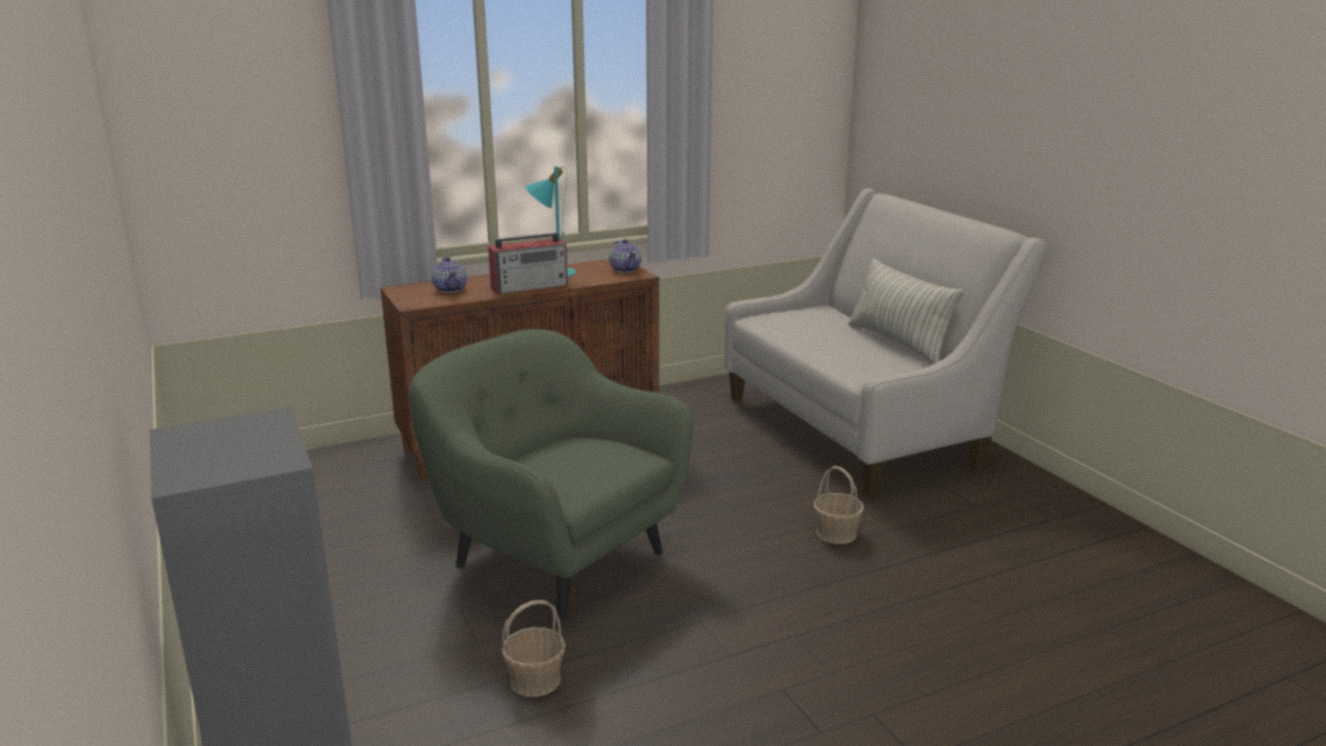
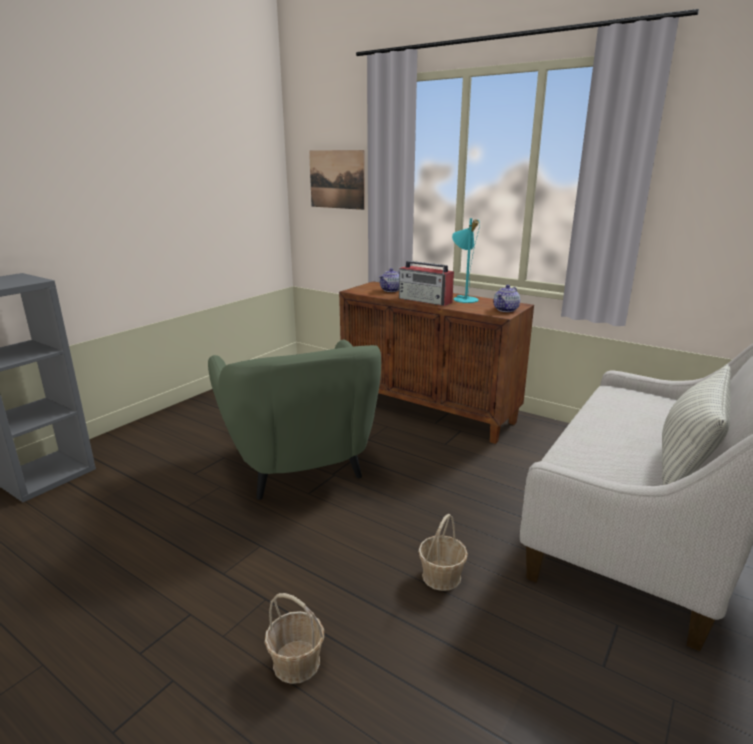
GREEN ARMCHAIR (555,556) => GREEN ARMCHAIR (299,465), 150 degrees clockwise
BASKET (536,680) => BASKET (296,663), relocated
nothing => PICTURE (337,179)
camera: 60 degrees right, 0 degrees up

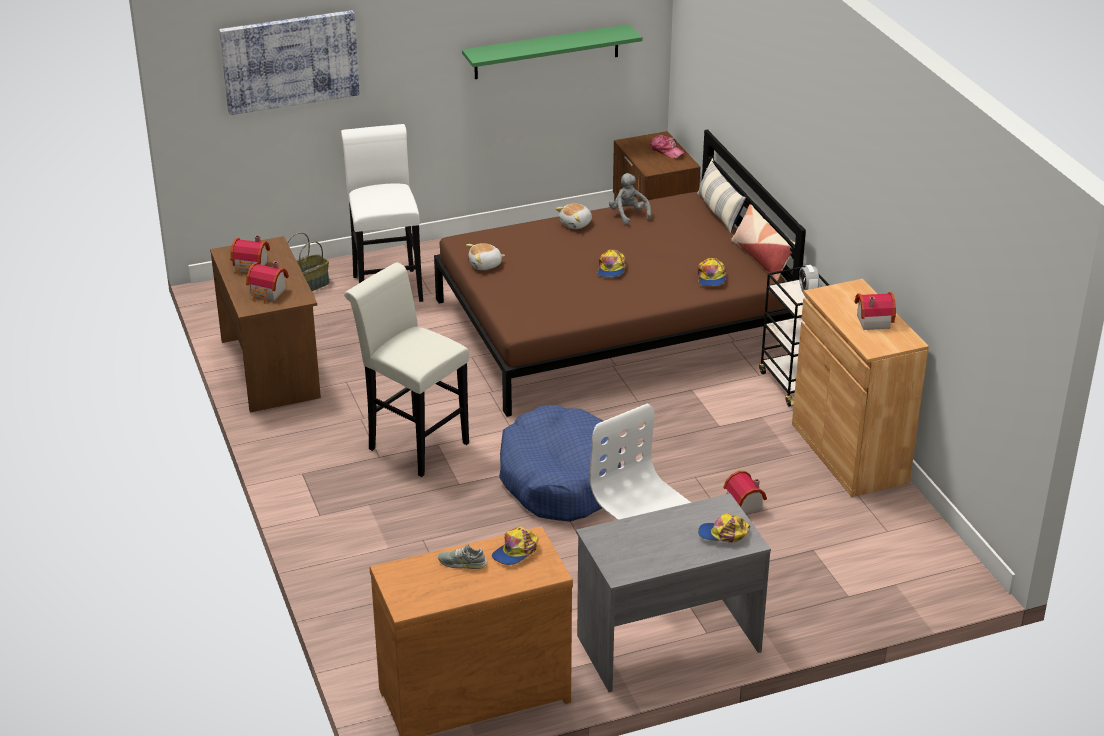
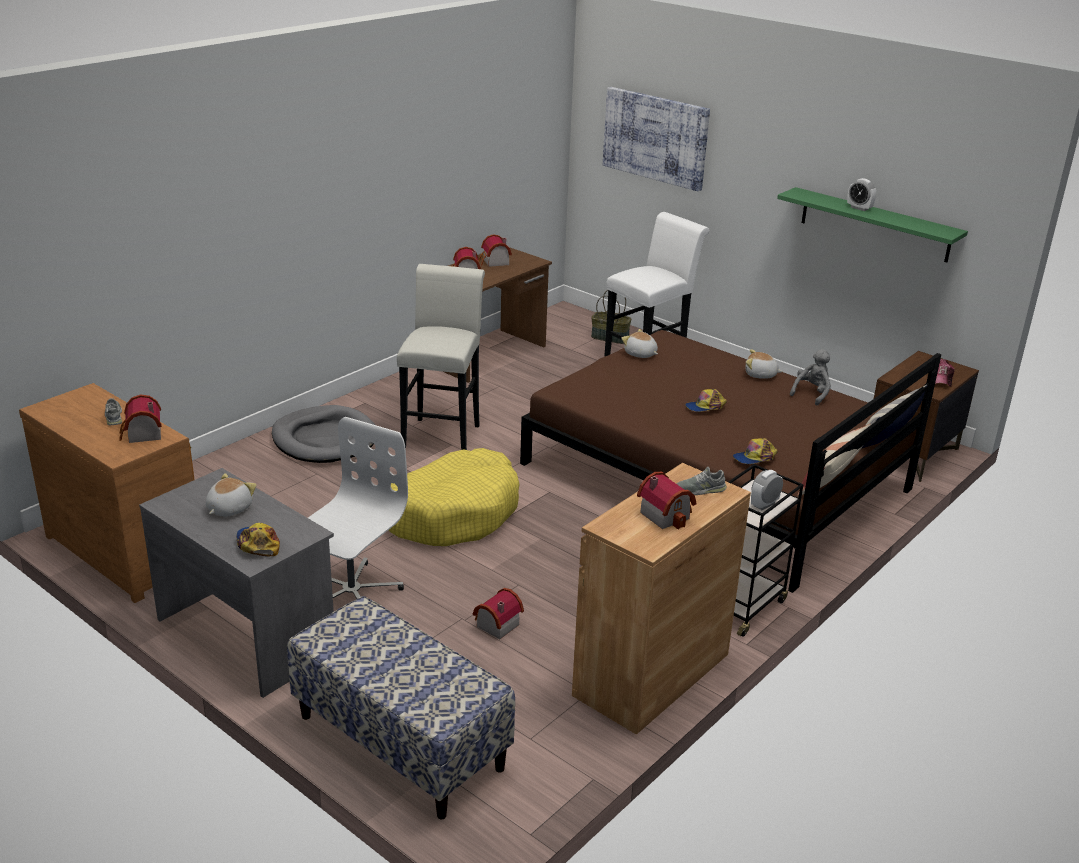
CAP (516,551) => TOY HOUSE (142,434)
BLUE DOG BED (560,479) => YELLOW DOG BED (452,513)
nothing => PLUSH TOY (228,508)
nothing => GREY DOG BED (325,439)
nothing => BENCH (399,742)
nothing => GREY SHOE (700,489)
nothing => ALARM CLOCK (859,208)
camera: 60 degrees right, 5 degrees down

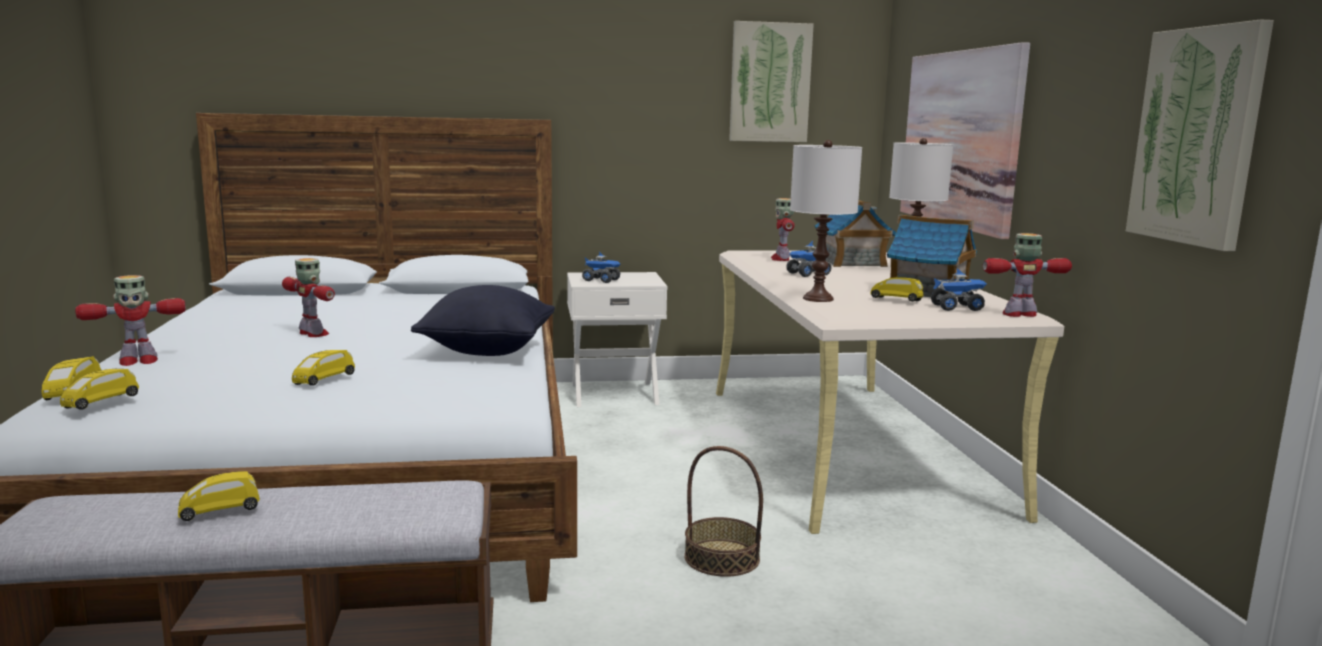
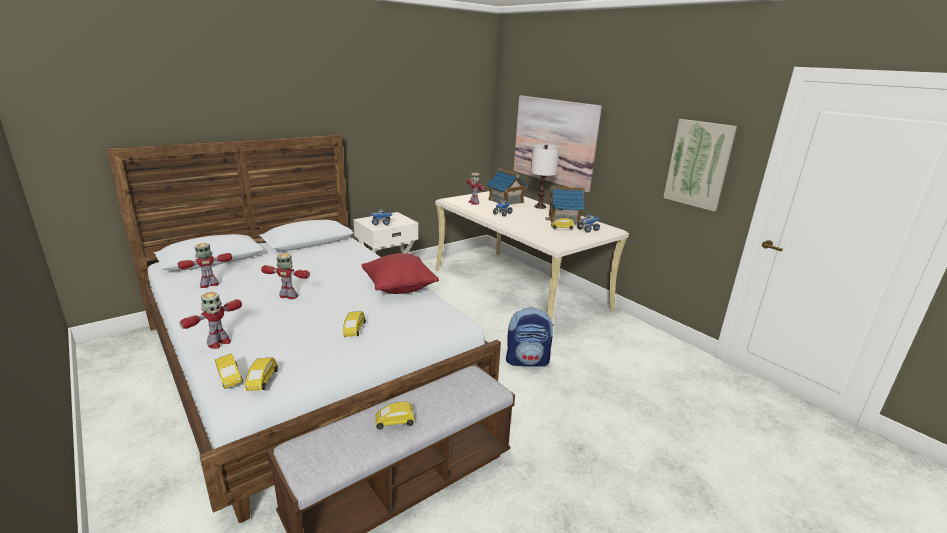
YELLOW TOY CAR (220,512) => YELLOW TOY CAR (395,423), 45 degrees clockwise
BLACK PILLOW (487,350) => RED PILLOW (399,288)
BASKET (722,558) => BACKPACK (527,361)
PICTURE (770,82) => nothing
WHITE TABLE LAMP (818,299) => nothing
TOY ROBOT (1020,314) => TOY ROBOT (209,285), relocated
camera: 30 degrees left, 10 degrees up

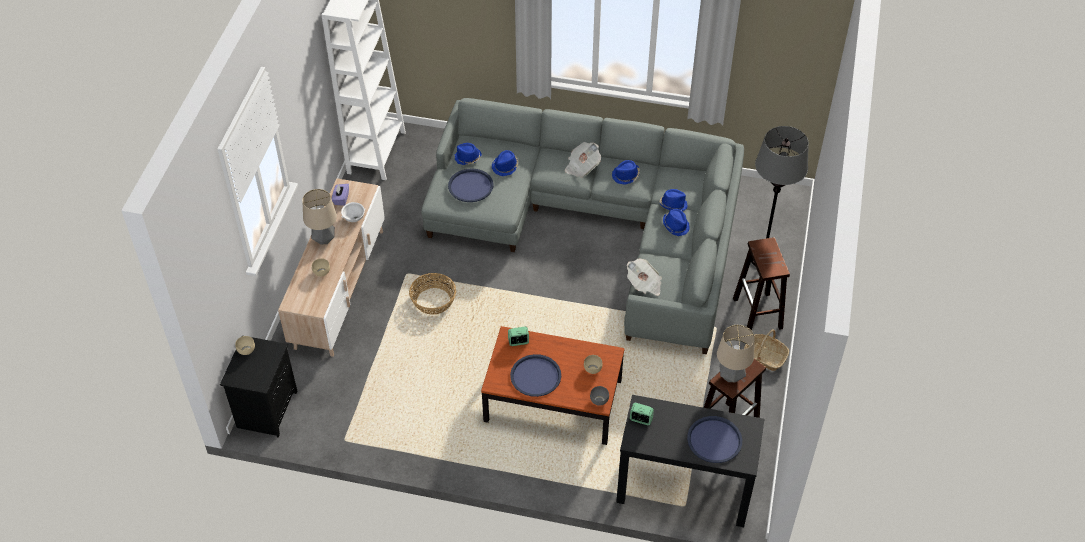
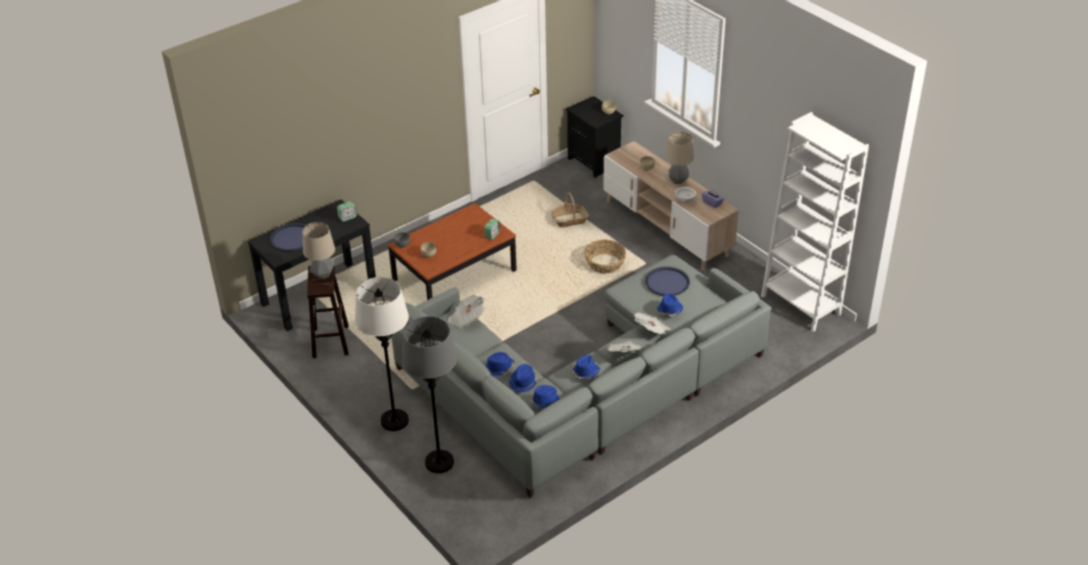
BLUE HAT (467,158) => BLUE HAT (545,402), relocated
BLUE TRAY (535,376) => nothing
BROWN STOOL (758,314) => WHITE FLOOR LAMP (394,421)
BASKET (765,356) => BASKET (570,220), relocated
nothing => NEWSPAPER (652,331)
camera: 130 degrees right, 10 degrees down

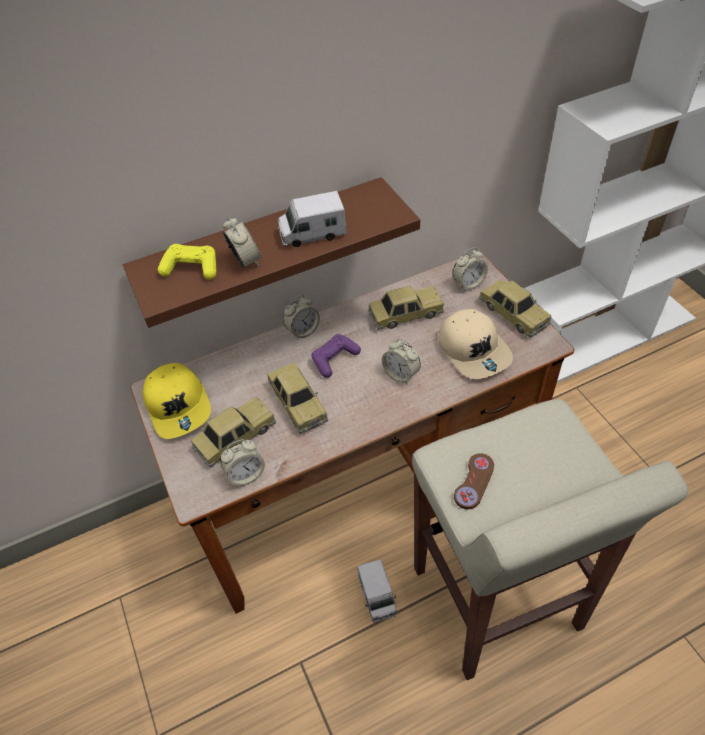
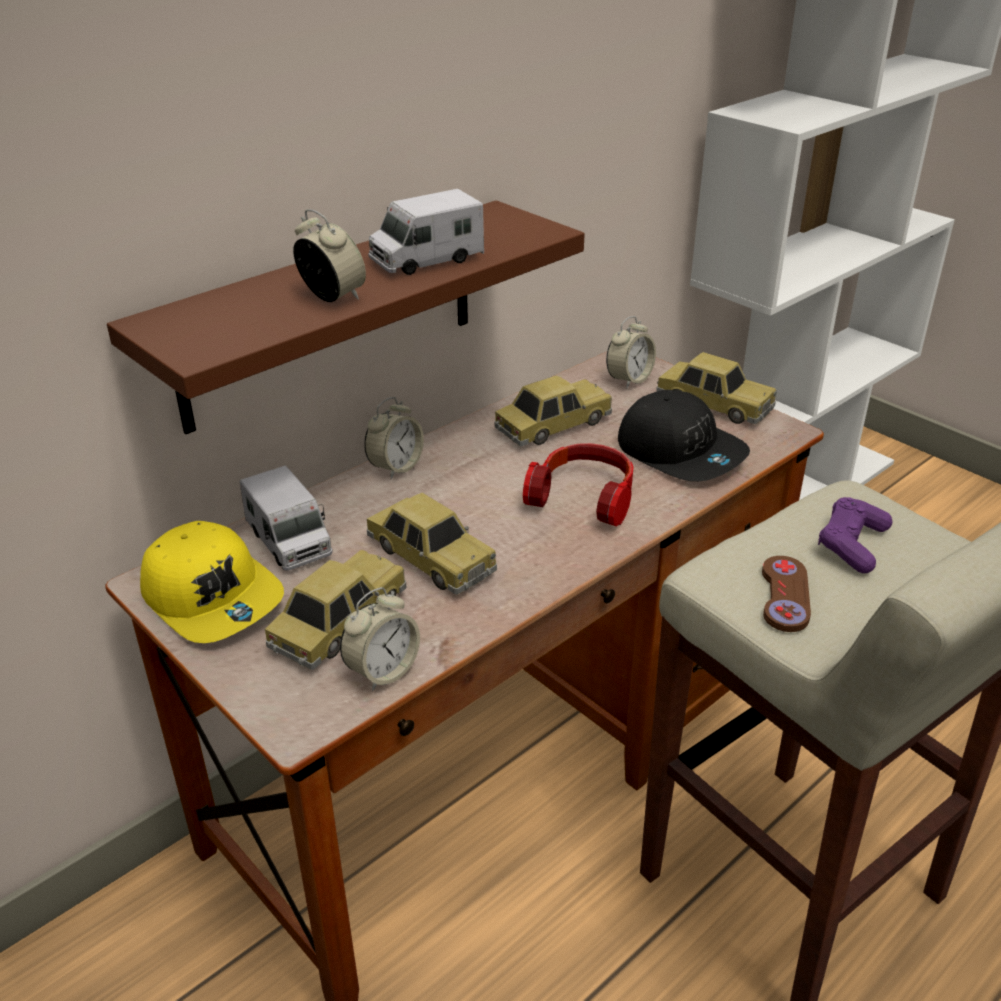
YELLOW GAME CONTROLLER (191,268) => nothing
PURPLE GAME CONTROLLER (334,359) => PURPLE GAME CONTROLLER (852,544), relocated
TOY TRUCK (377,596) => TOY TRUCK (289,541), relocated
ALARM CLOCK (401,374) => HEADPHONES (584,496)
BEIGE CAP (474,350) => BLACK CAP (681,452)
camera: 20 degrees left, 15 degrees down

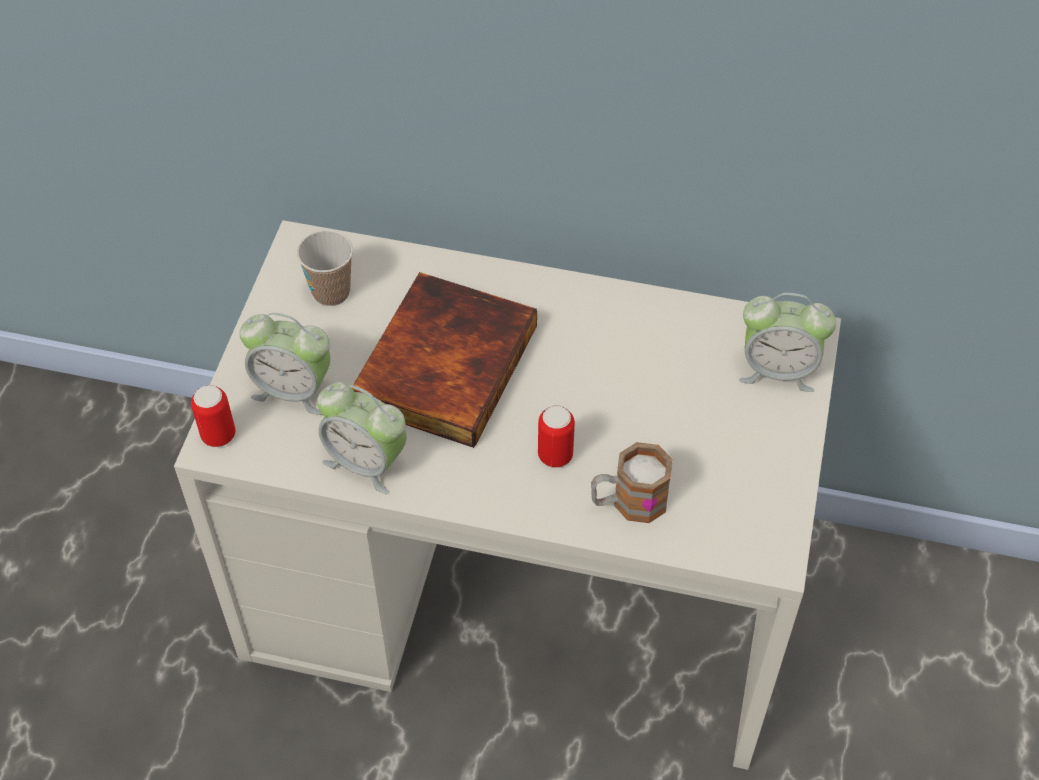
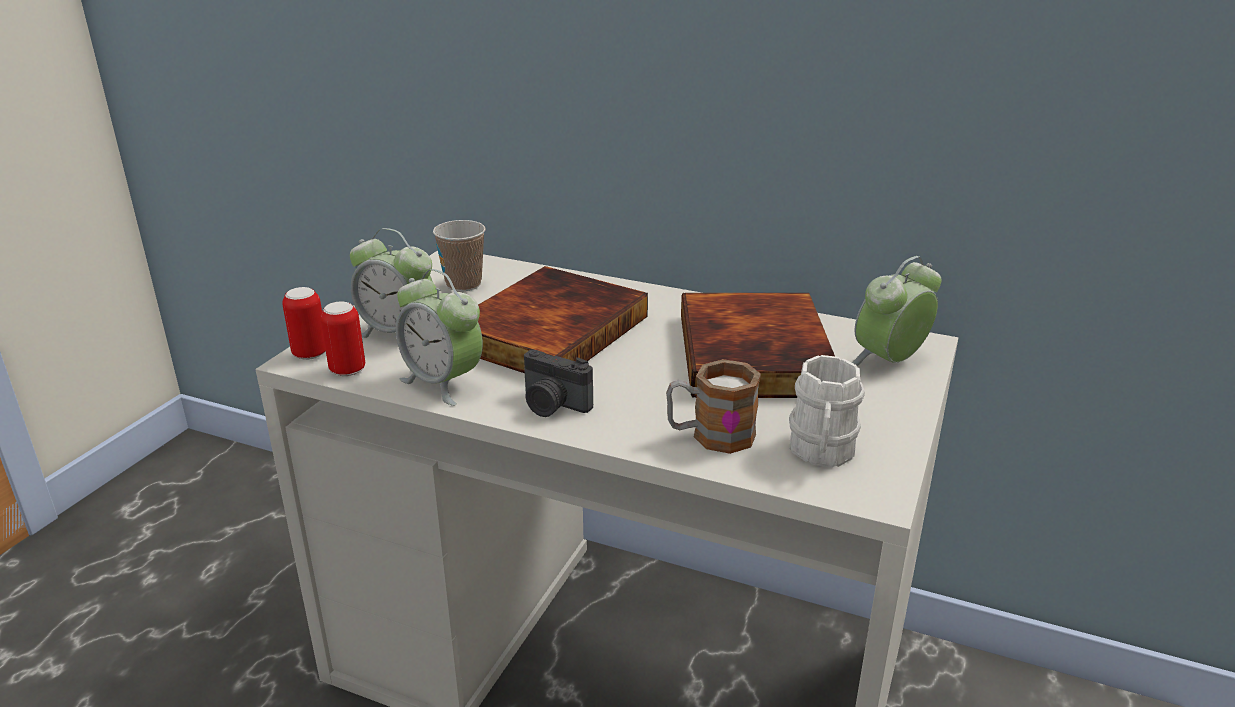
CAN (555,456) => CAN (347,370), relocated
ALARM CLOCK (777,370) => ALARM CLOCK (889,362), 120 degrees clockwise
nothing => PHOTO CAMERA (552,405)
nothing => BOOK (758,354)
nothing => WHITE MUG (821,453)
camera: 10 degrees right, 25 degrees down

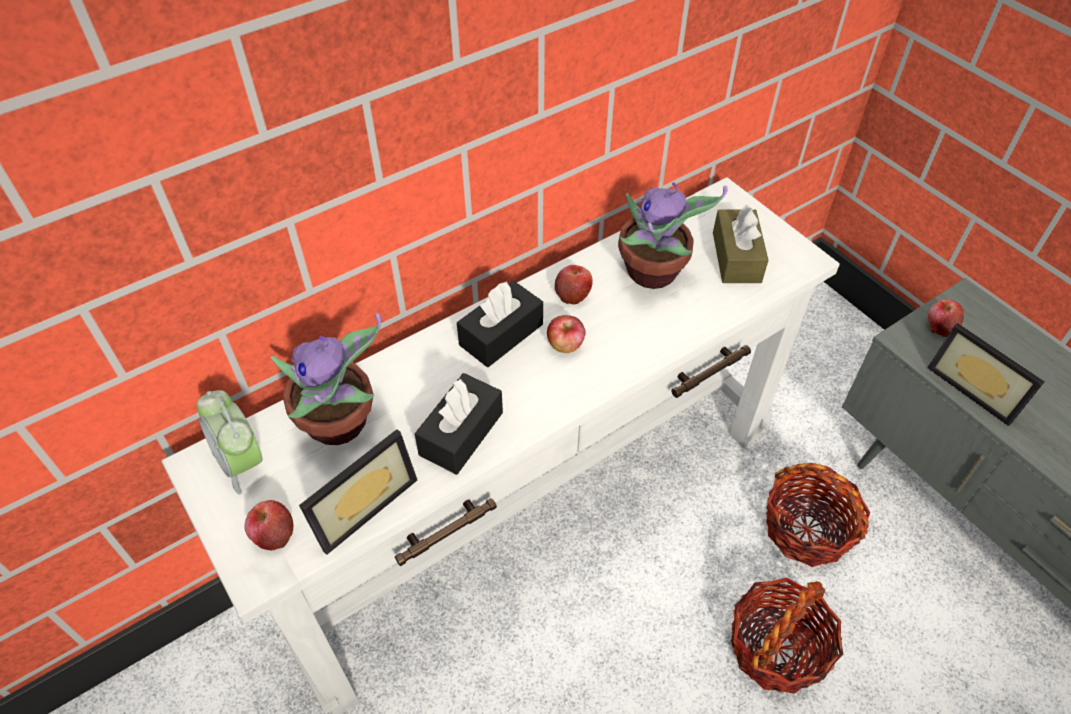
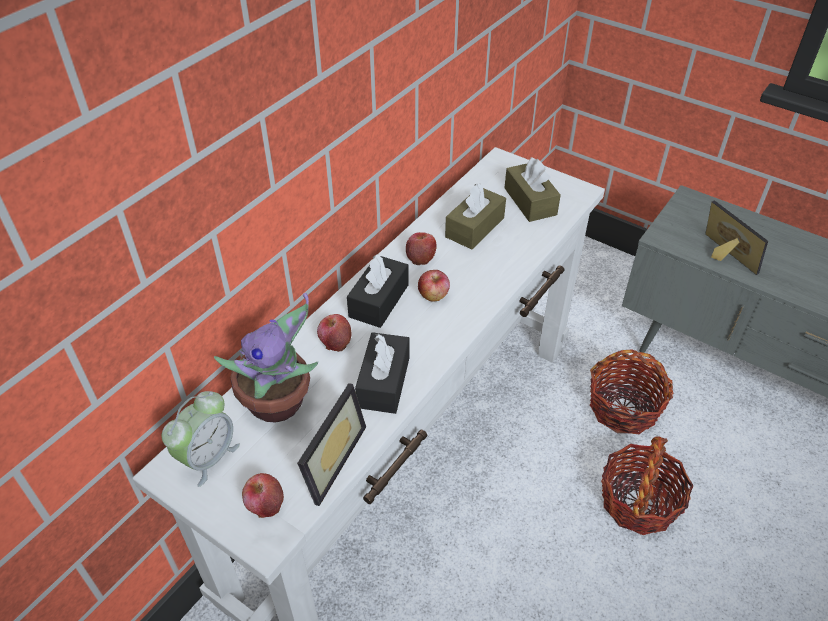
ALARM CLOCK (242,462) => ALARM CLOCK (207,457), 90 degrees counterclockwise
POTTED PLANT (653,274) => BROWN TISSUE BOX (474,227)
APPLE (939,327) => APPLE (335,342), relocated
PICTURE FRAME (976,388) => PICTURE FRAME (722,257), 150 degrees counterclockwise
camera: 20 degrees left, 5 degrees down

